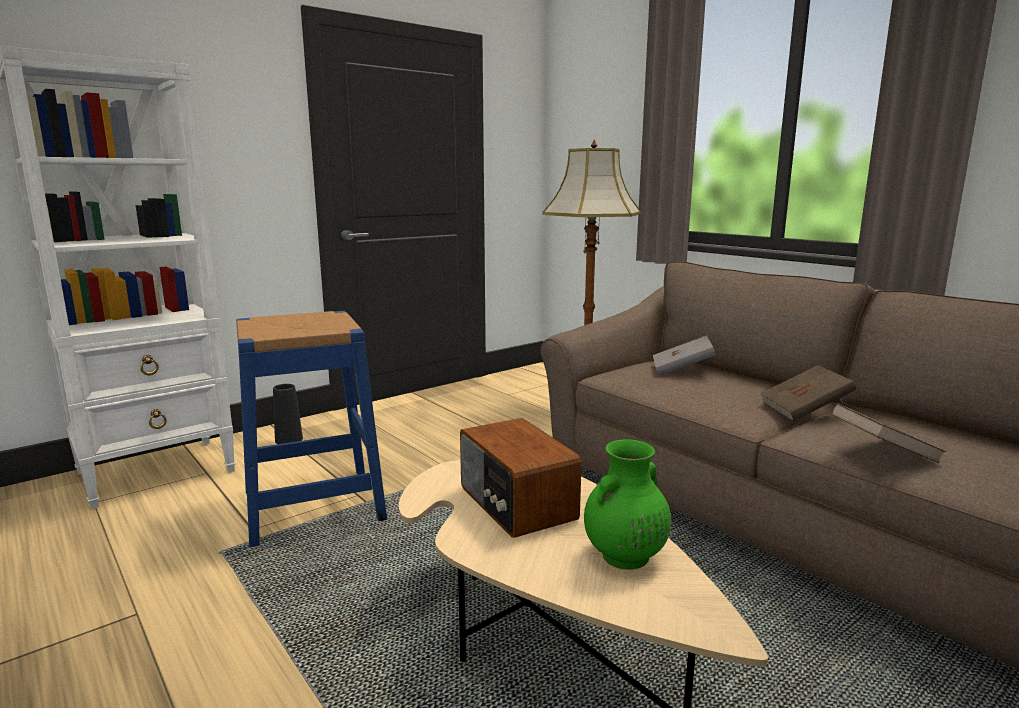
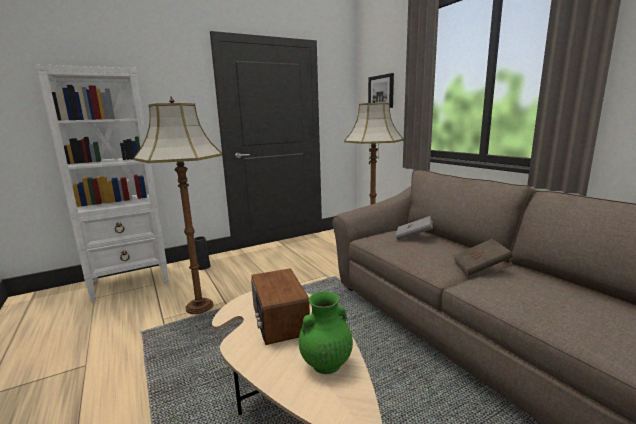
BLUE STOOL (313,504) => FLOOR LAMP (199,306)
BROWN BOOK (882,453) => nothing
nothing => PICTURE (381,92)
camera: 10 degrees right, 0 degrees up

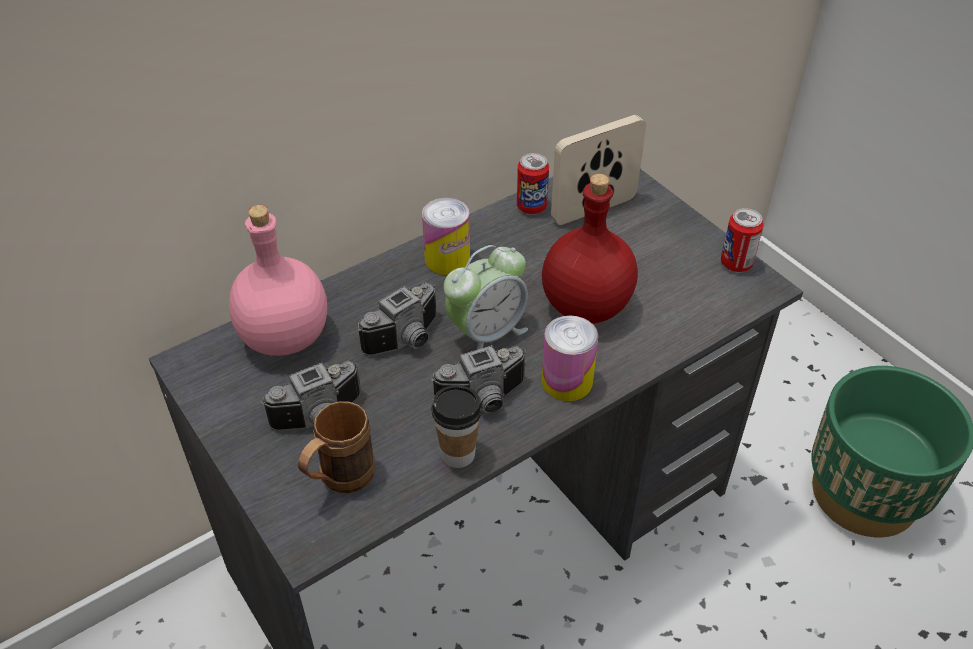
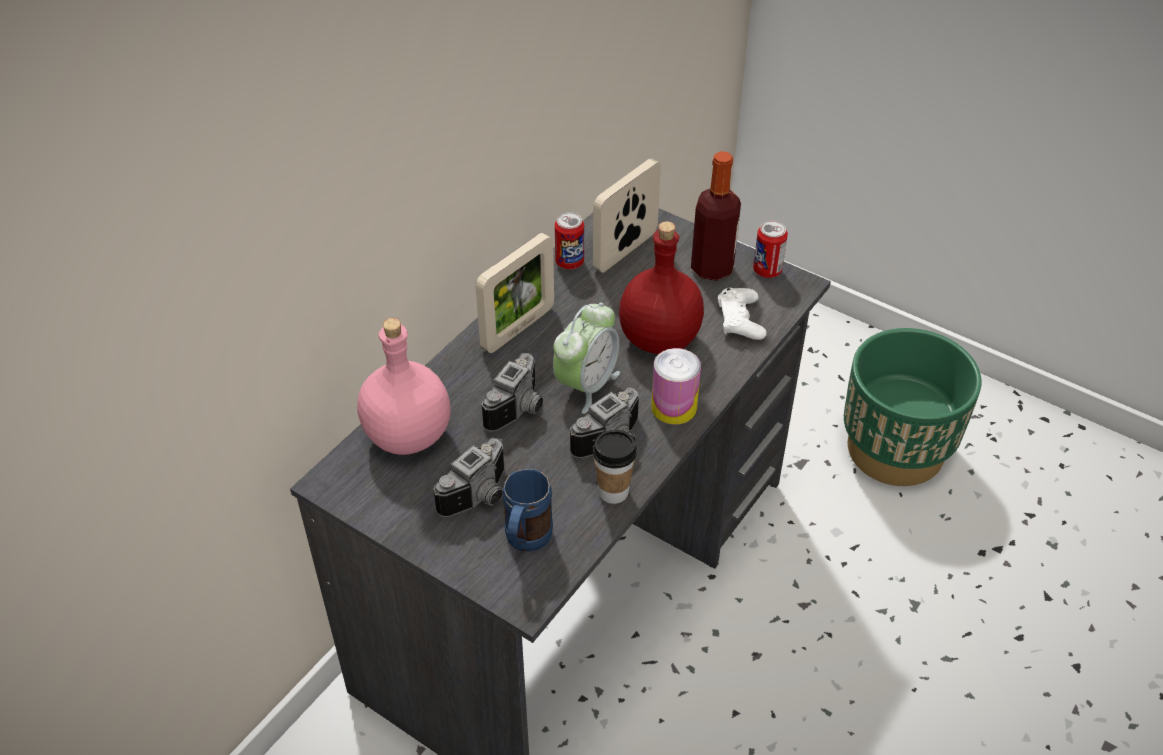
BROWN MUG (339,482) => BLUE MUG (525,543)
CAN (447,259) => PICTURE FRAME (518,328)
nothing => BOTTLE (712,268)
nothing => WHITE GAME CONTROLLER (740,320)
camera: 20 degrees left, 0 degrees up

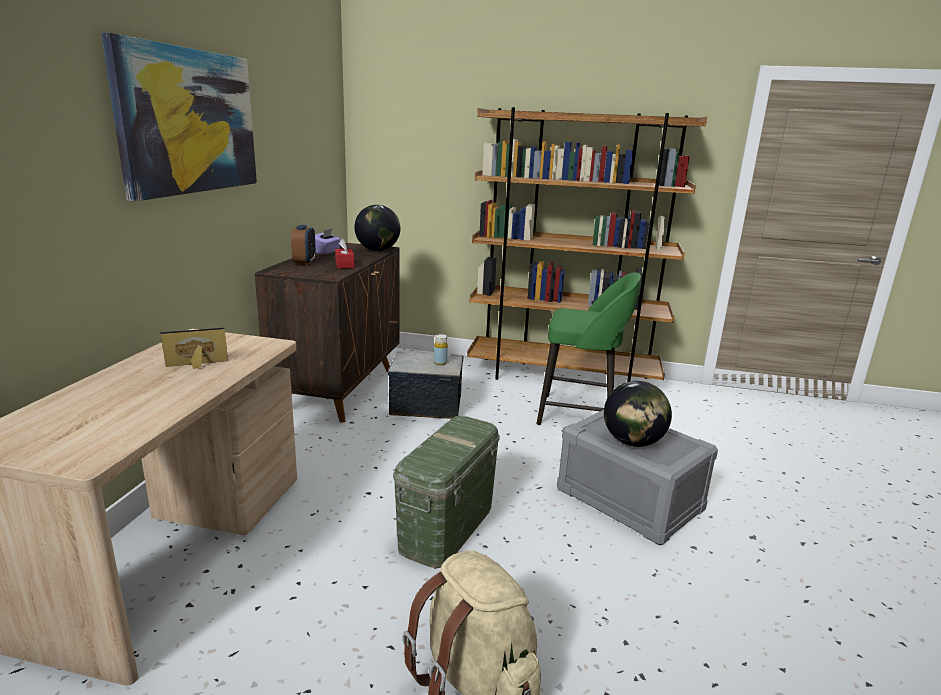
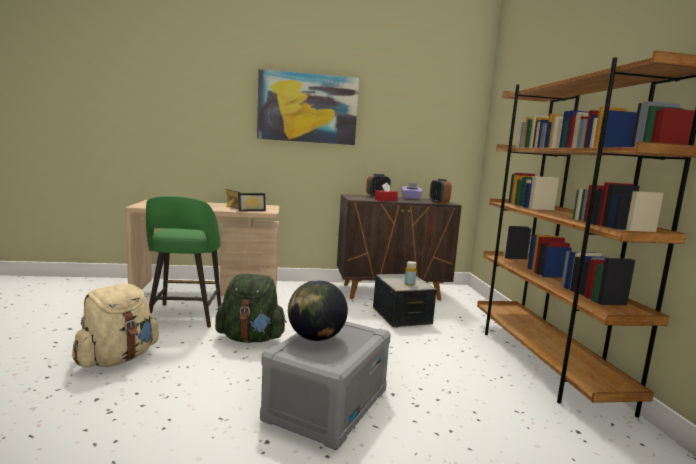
GLOBE (377,250) => ALARM CLOCK (439,203)
GREEN STORAGE BOX (447,527) => GREEN BACKPACK (251,338)
GREEN STOOL (579,415) => GREEN STOOL (184,316), relocated
nothing => PICTURE FRAME (251,210)
camera: 70 degrees right, 10 degrees down

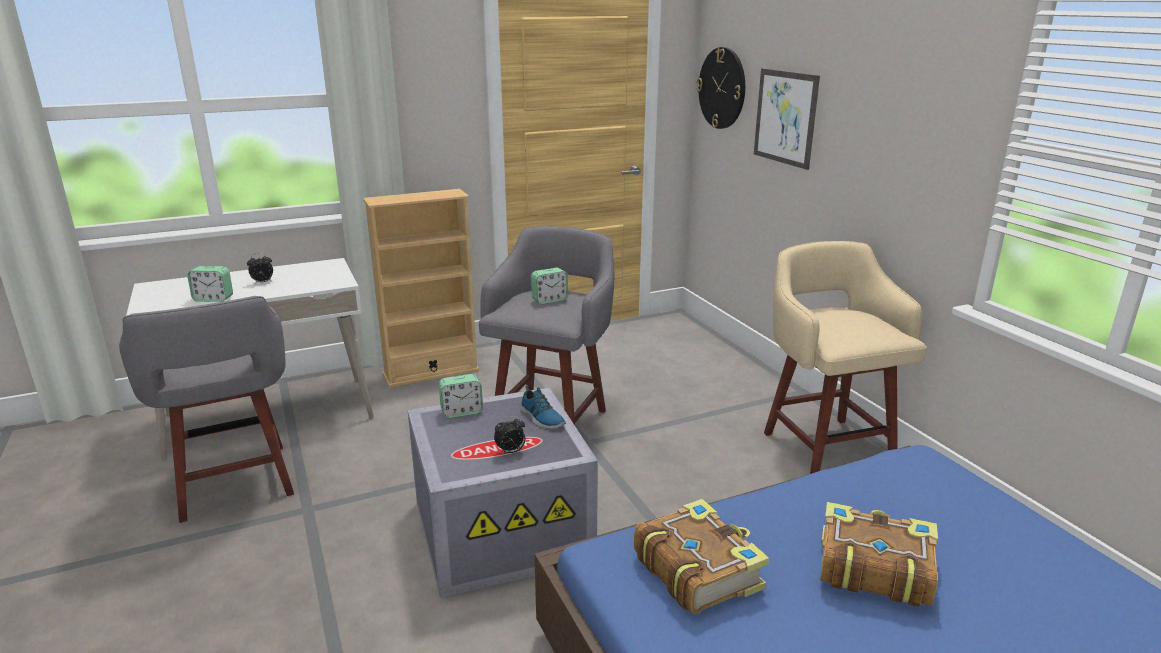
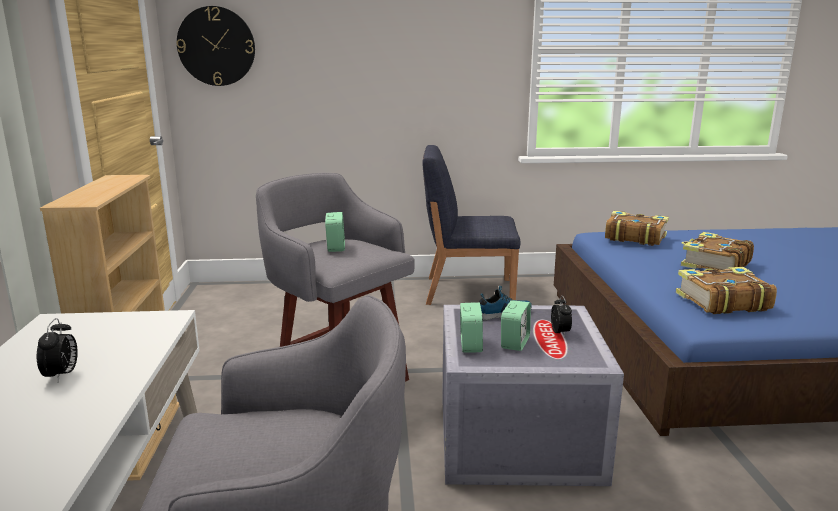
ALARM CLOCK (213,299) => ALARM CLOCK (515,343), relocated
PICTURE (785,117) => nothing
BEIGE STOOL (825,446) => BLUE CHAIR (467,291)
nothing => BOOK (634,237)
camera: 70 degrees left, 5 degrees down

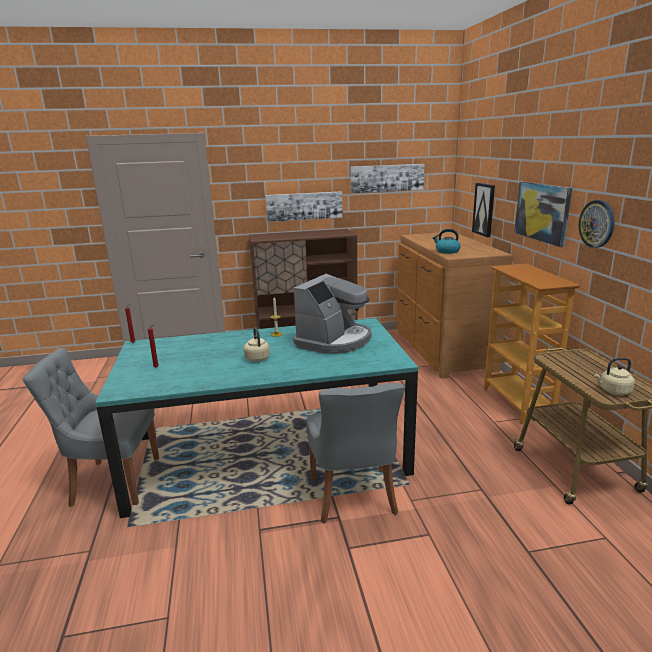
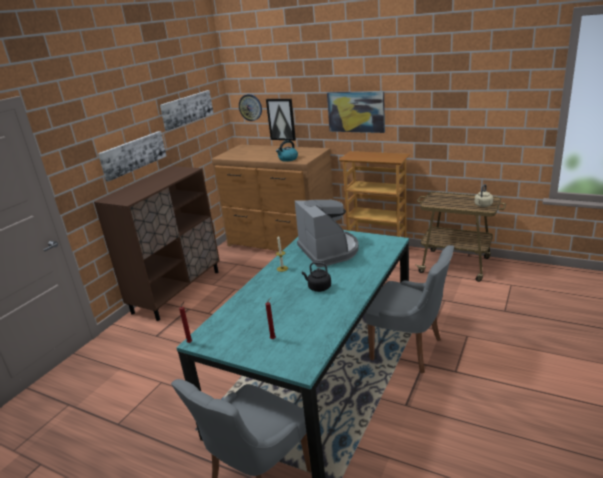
BEIGE KETTLE (257,358) => BLACK KETTLE (318,287)
WALL CLOCK (597,224) => WALL CLOCK (250,107), relocated
camera: 50 degrees left, 5 degrees up

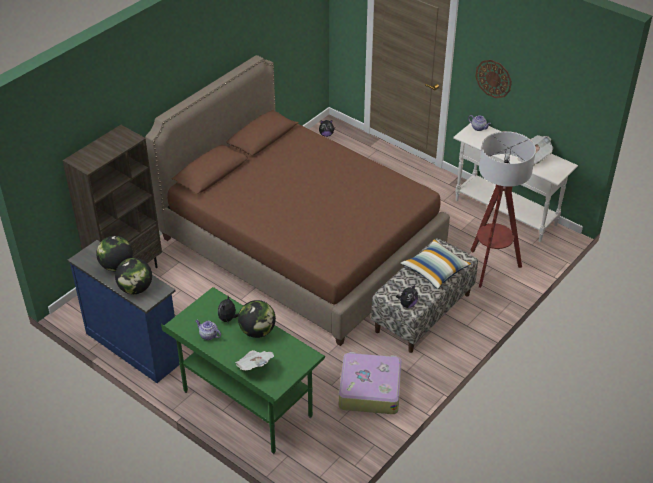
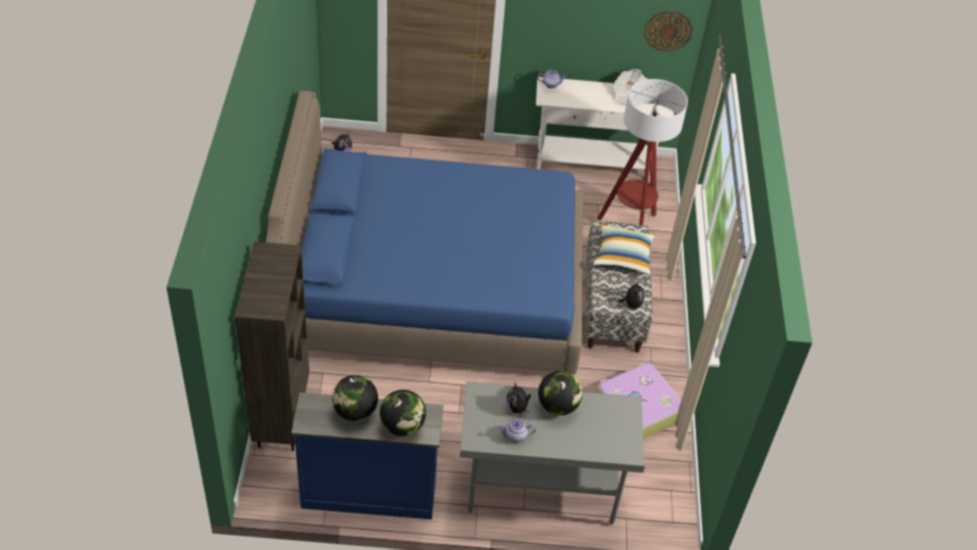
BROWN BED (302,245) => BLUE BED (434,290)
GREEN DESK (247,405) => GREY DESK (541,490)
NEWSPAPER (255,366) => nothing
WALL CLOCK (493,78) => WALL CLOCK (668,30), relocated
camera: 40 degrees left, 5 degrees up

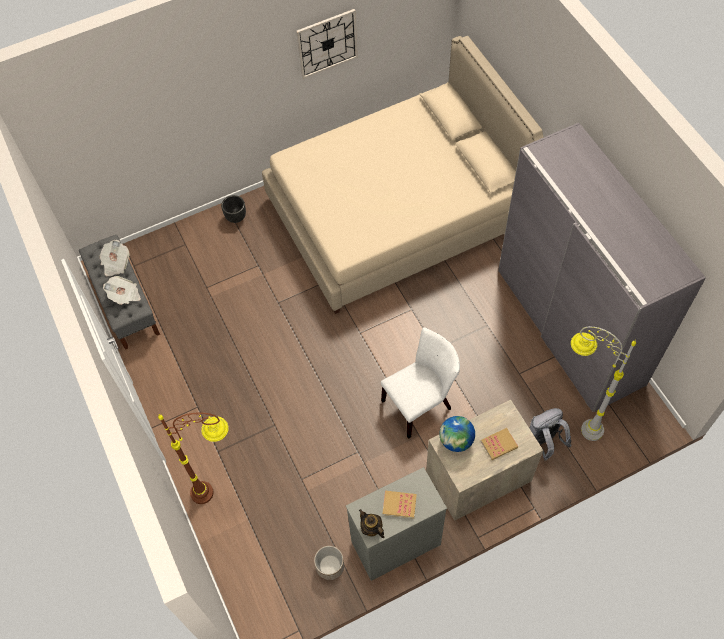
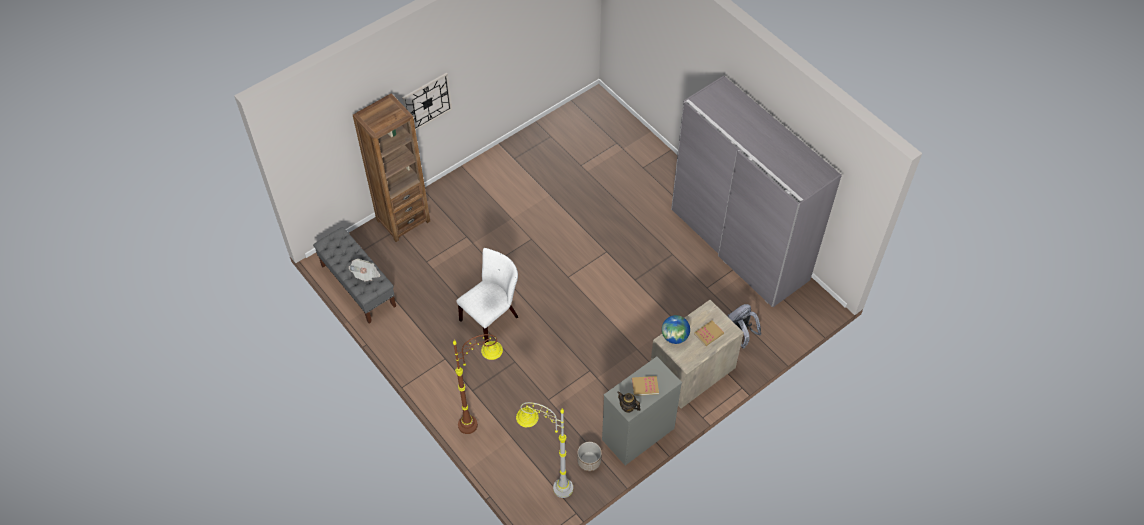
NEWSPAPER (116,263) => nothing
BLACK PLANTER (236,217) => nothing
BEIGE BED (397,212) => nothing
WALL CLOCK (327,43) => WALL CLOCK (427,102), relocated
WHITE CHAIR (420,403) => WHITE CHAIR (492,317), relocated
GREY FLOOR LAMP (574,421) => GREY FLOOR LAMP (546,483), relocated
nothing => BROWN BOOKCASE (403,220)
camera: 15 degrees left, 5 degrees down

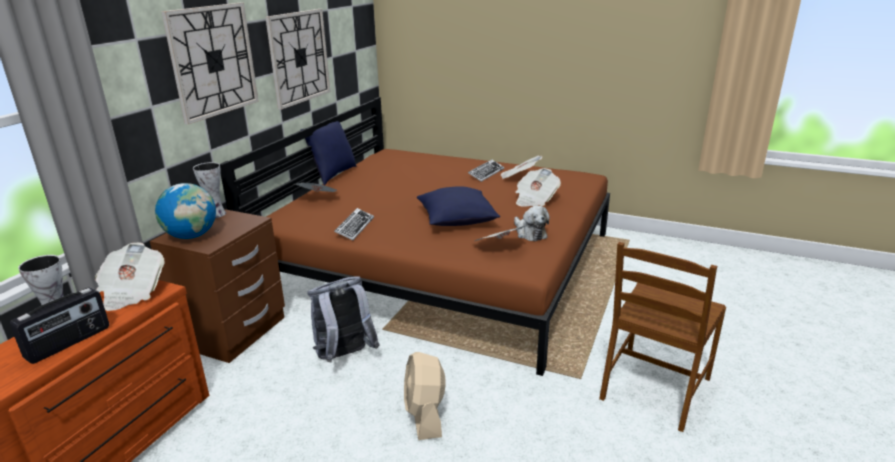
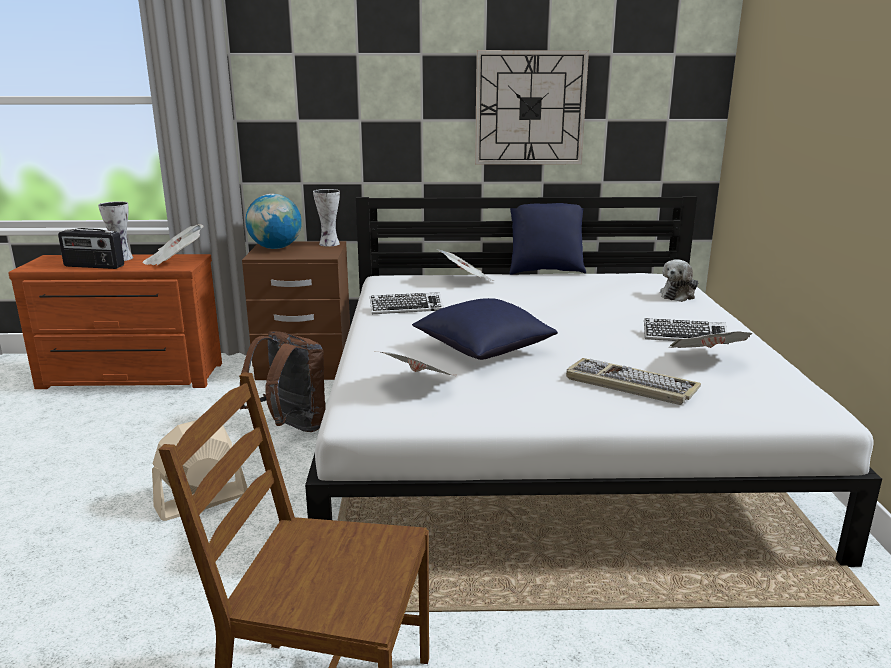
WALL CLOCK (213,61) => nothing
BROWN BED (441,263) => WHITE BED (546,431)
GREY BACKPACK (344,356) => BROWN BACKPACK (291,428)
PLUSH TOY (529,233) => PLUSH TOY (678,295), relocated
NEWSPAPER (535,200) => KEYBOARD (629,384)
camera: 65 degrees right, 5 degrees down

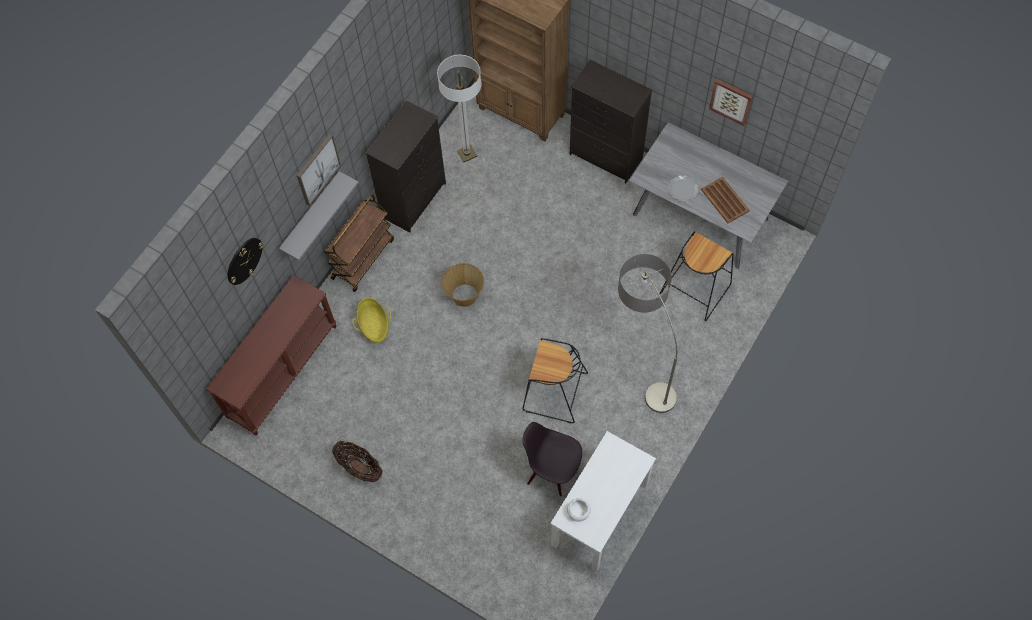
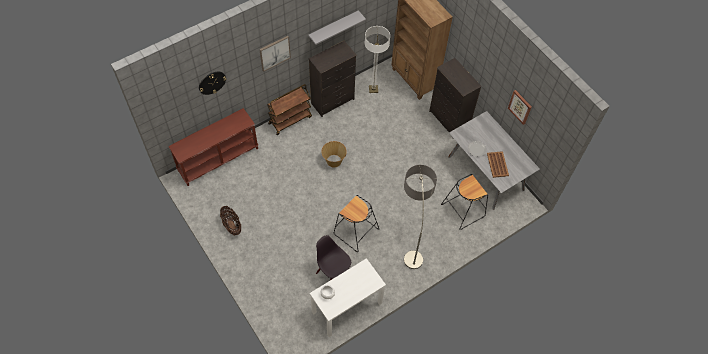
GREY SHELF (311,215) => GREY SHELF (333,27), relocated
BASKET (374,326) => nothing
camera: 20 degrees right, 5 degrees down

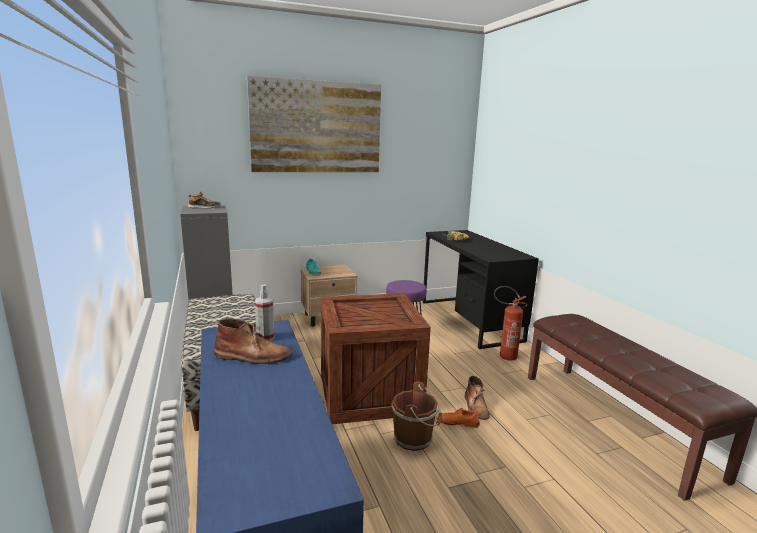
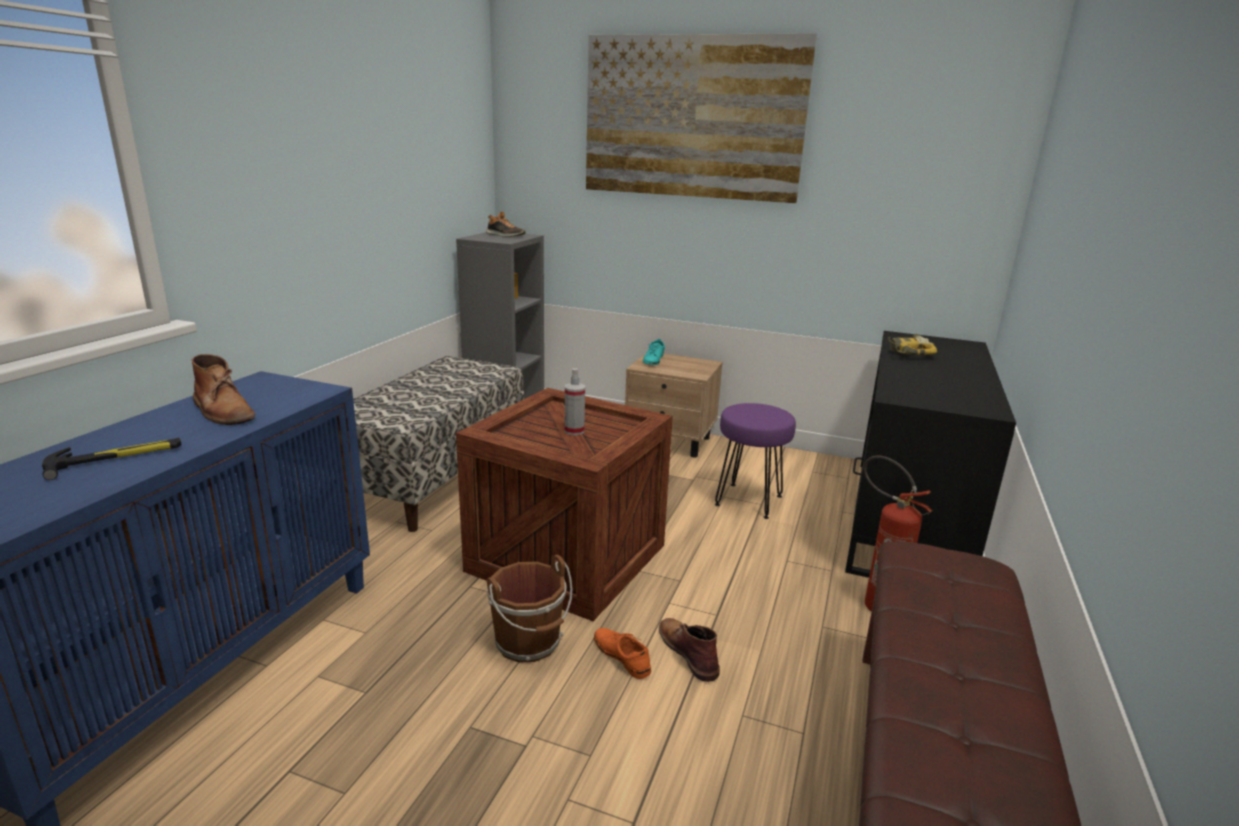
SPRAY BOTTLE (265,337) => SPRAY BOTTLE (574,431), relocated
BROWN BOOT (476,407) => BROWN BOOT (688,651), 120 degrees clockwise
nothing => HAMMER (116,458)
camera: 40 degrees right, 5 degrees up

